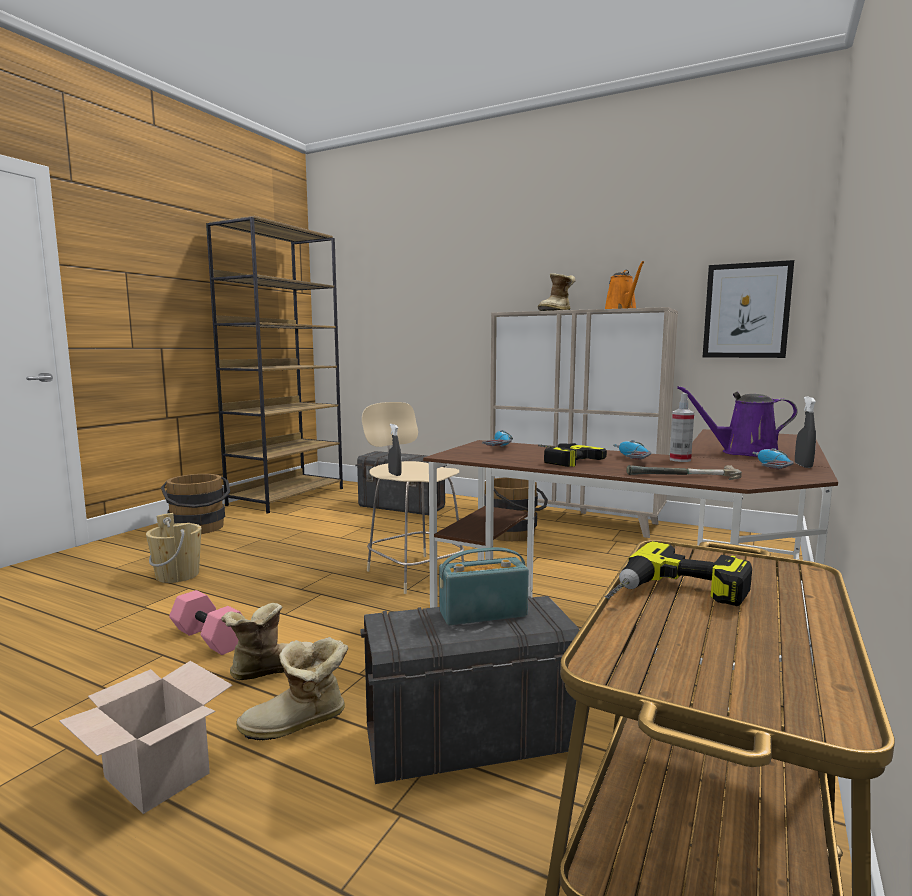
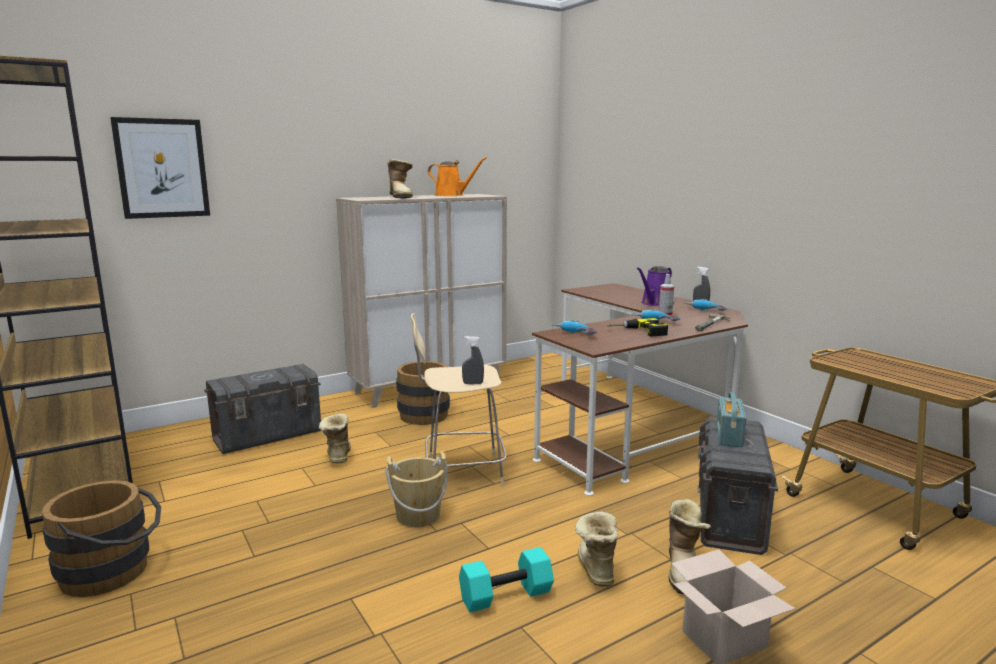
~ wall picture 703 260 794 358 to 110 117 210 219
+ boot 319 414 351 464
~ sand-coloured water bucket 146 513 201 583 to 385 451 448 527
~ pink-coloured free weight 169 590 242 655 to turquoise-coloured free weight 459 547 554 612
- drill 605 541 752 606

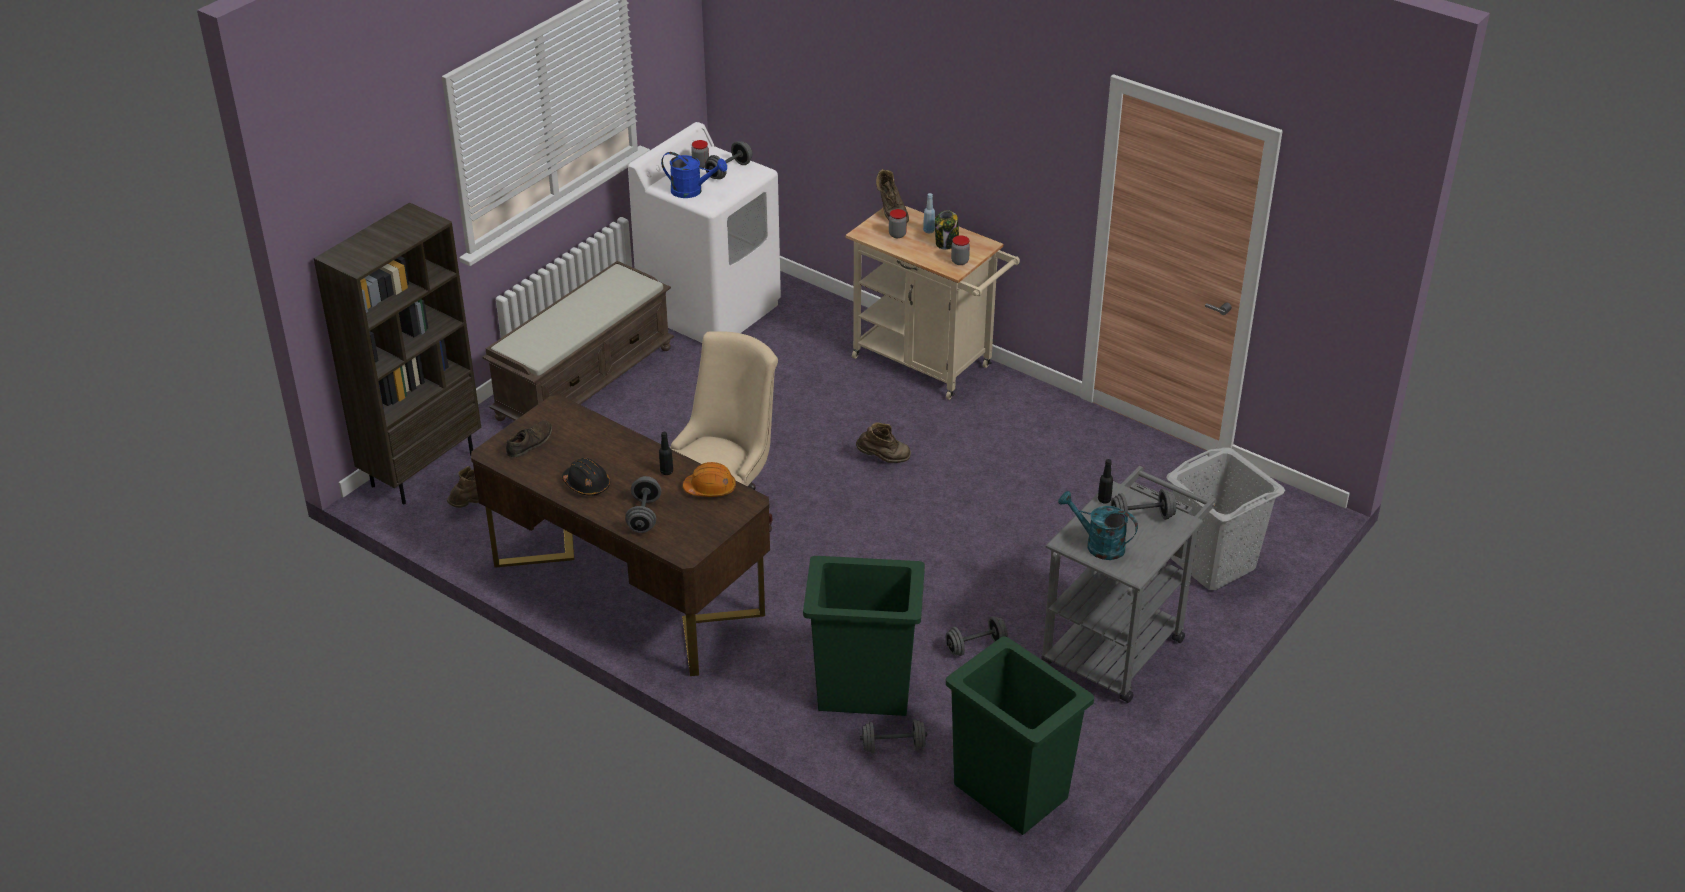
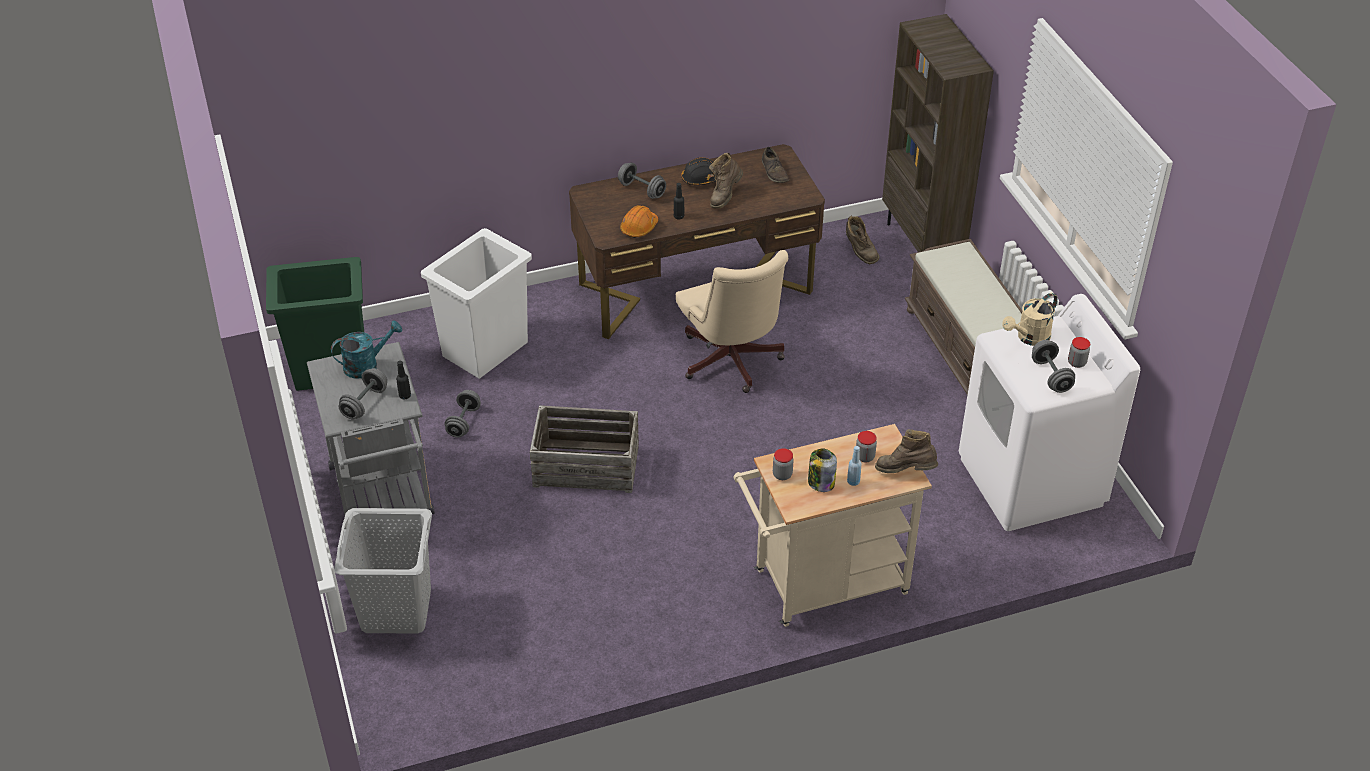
~ green waste bin 803 556 925 716 to whitish waste bin 421 228 532 379
+ crate 530 405 639 493
~ brown-coloured boot 856 422 911 463 to 709 153 743 209
~ blue watering can 661 152 727 198 to sand-coloured watering can 1002 293 1058 346
- gray free weight 860 719 927 753

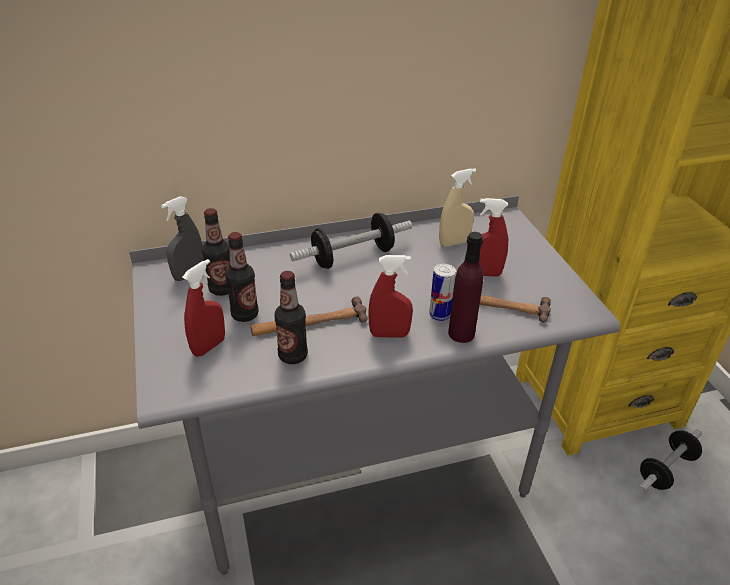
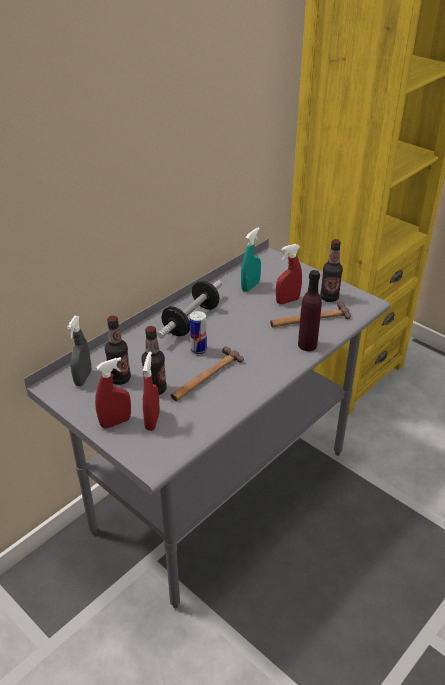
~ red spray bottle 368 255 413 338 to 95 357 131 429
~ can 429 264 456 321 to 190 311 207 354
~ sand-coloured spray bottle 439 168 476 247 to turquoise-coloured spray bottle 241 228 261 292
~ drink bottle 274 271 308 364 to 320 239 343 302
- free weight 638 429 702 492

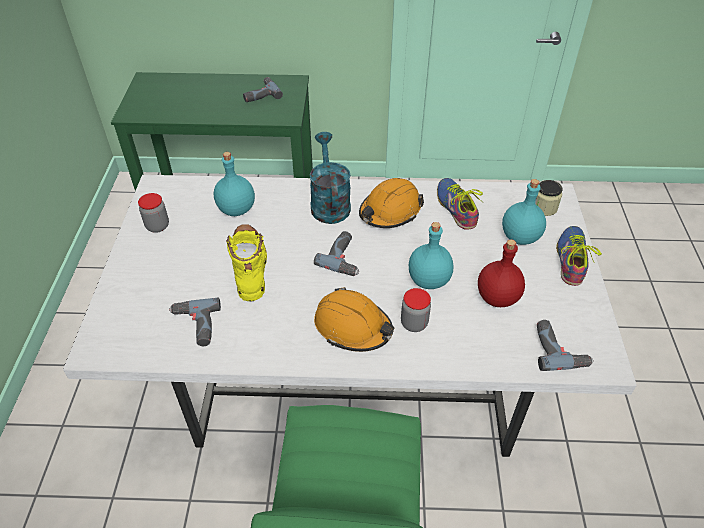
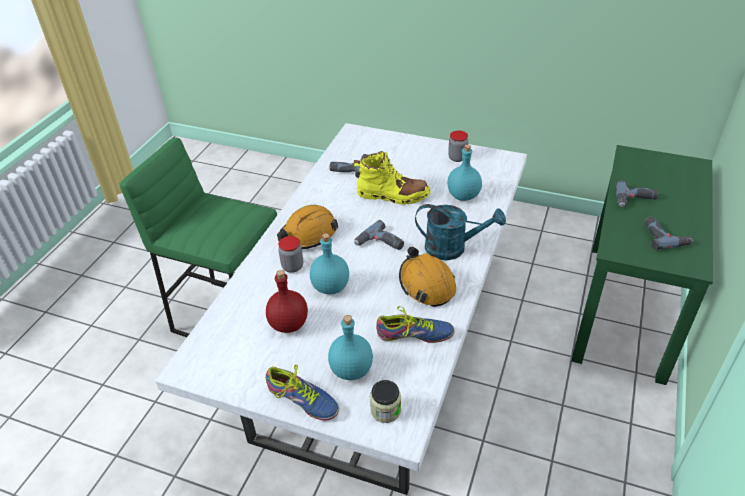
~ drill 537 320 594 371 to 616 180 658 207

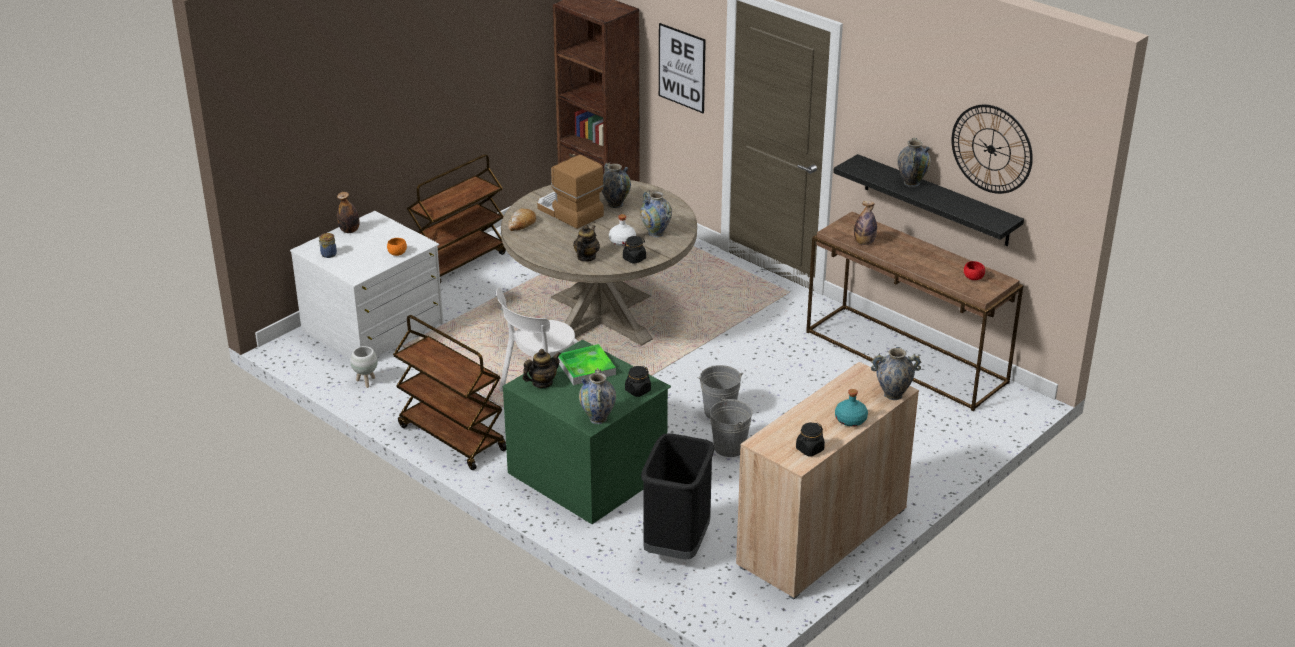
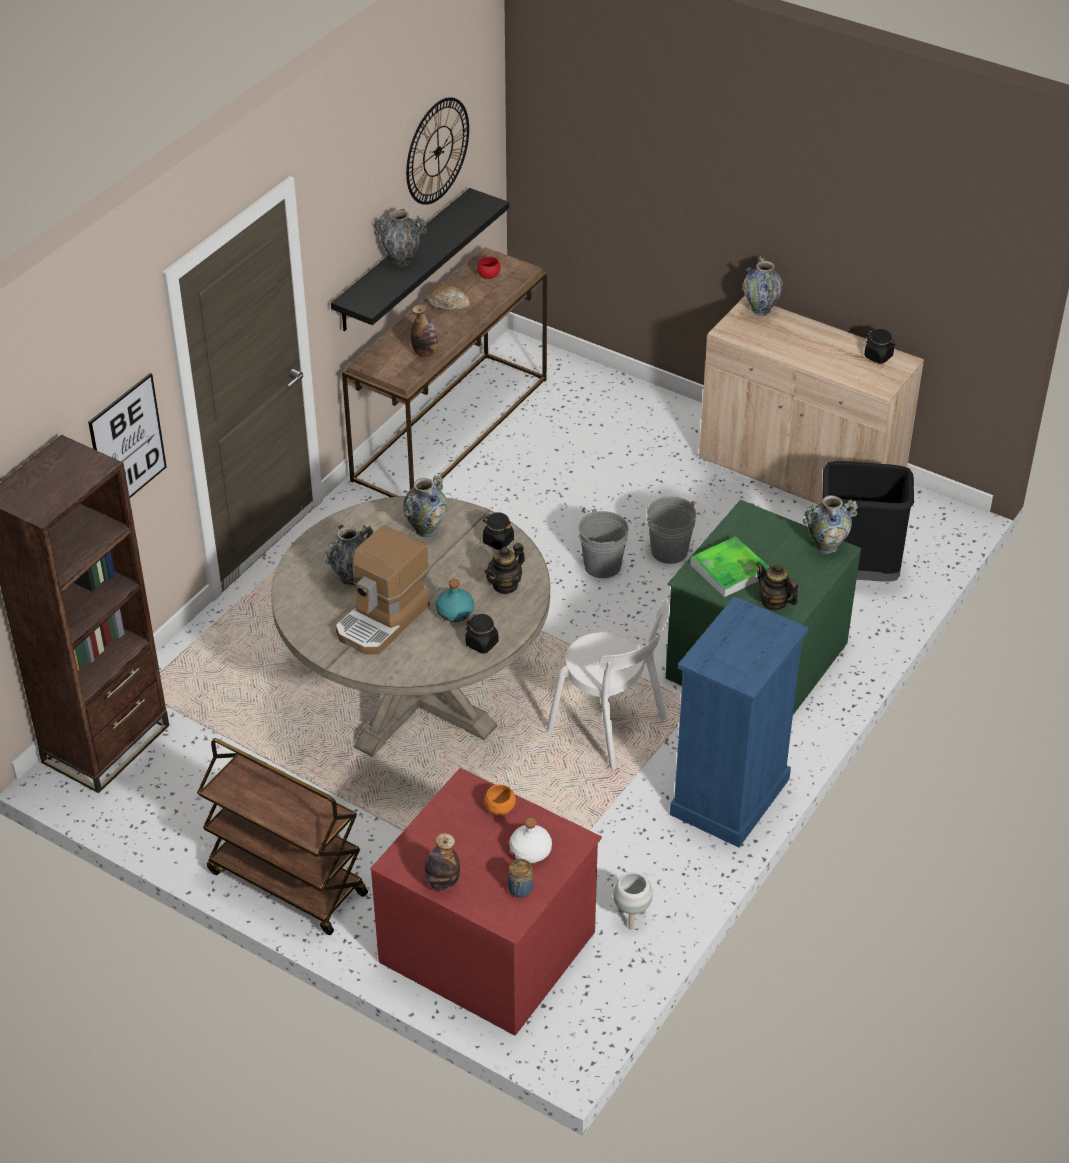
~ whitish chest of drawers 290 211 443 359 to red chest of drawers 370 768 602 1036
~ bread 508 208 536 231 to 427 284 470 310
~ turquoise-coloured drink bottle 835 389 868 426 to 436 579 474 622
~ blackish preserve jar 625 366 651 397 to 465 614 499 654
~ pot for tea 573 225 600 262 = 485 543 525 594 60 degrees counterclockwise
~ whitish drink bottle 609 214 636 246 to 509 817 552 863
~ brown-coloured trolley 393 315 506 470 to blue chest of drawers 670 596 809 848

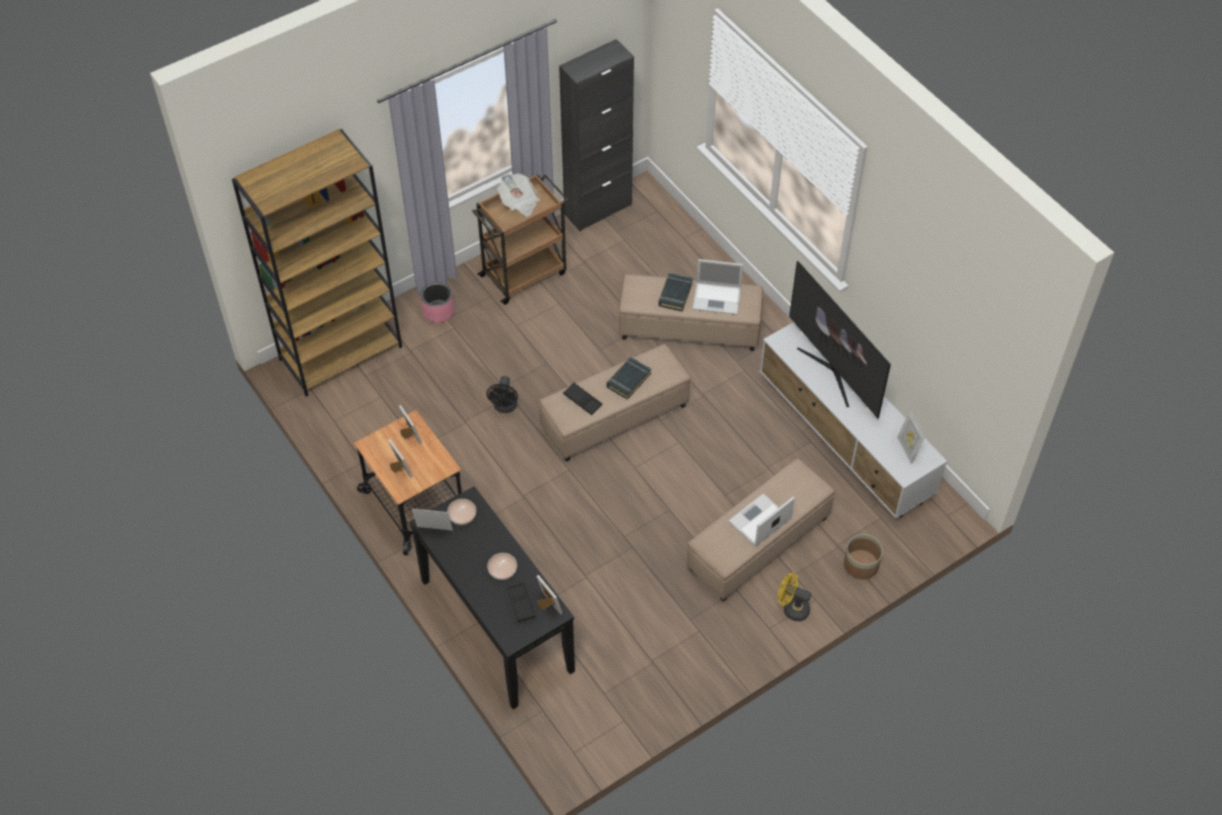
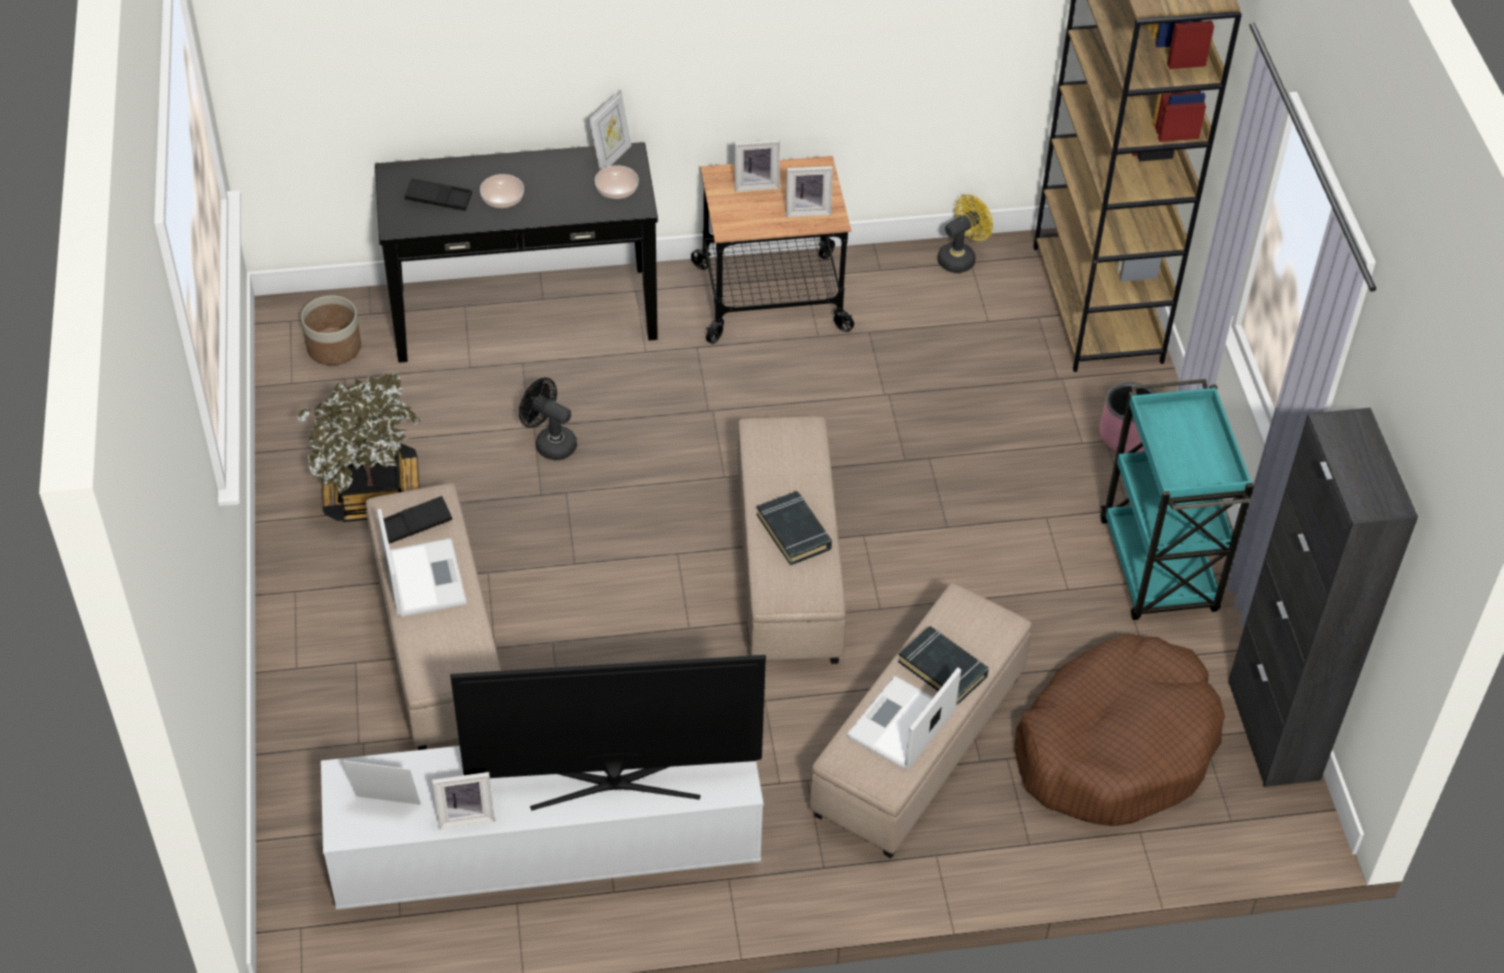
+ potted plant 297 373 420 522
~ planter 844 534 883 580 to 301 296 361 365
~ blackish serving tray 563 383 602 415 to 383 496 452 543
~ picture frame 536 575 562 615 to 432 772 495 829
~ blackish electric fan 487 376 518 413 to 519 378 577 461
~ yellow-coloured electric fan 778 573 811 621 to 937 194 993 273
+ brown-coloured dog cushion 1015 634 1225 826
~ brown-coloured trolley 472 174 568 305 to turquoise-coloured trolley 1100 379 1254 620
- printed paper 497 173 540 217

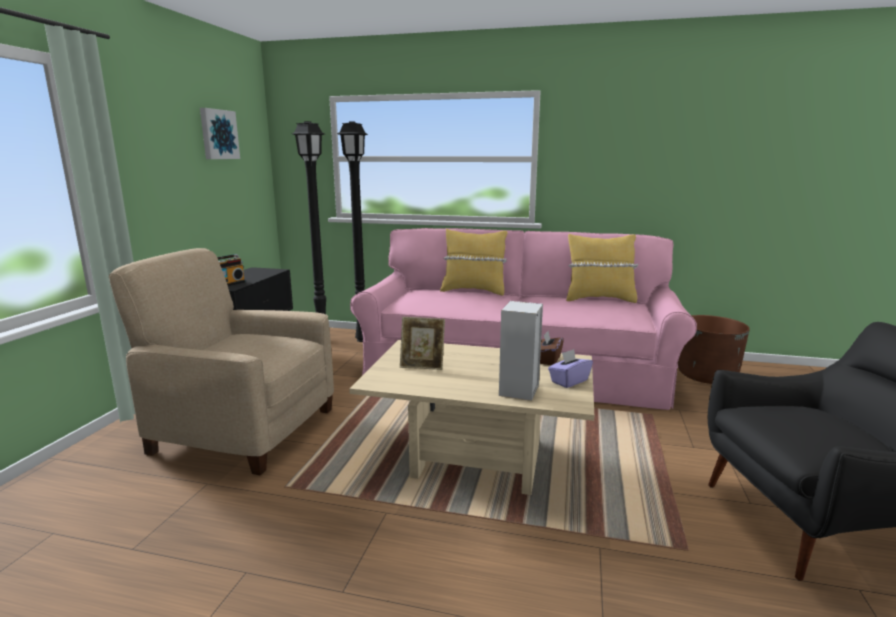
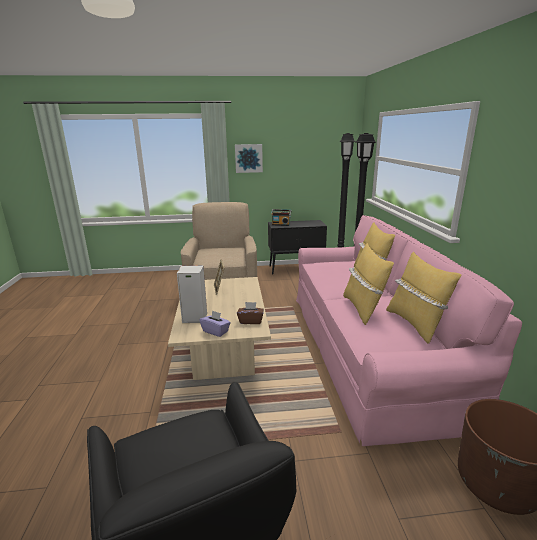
~ wall picture 200 108 240 159 to 235 144 263 173
+ yellow-coloured pillow 343 243 394 325

